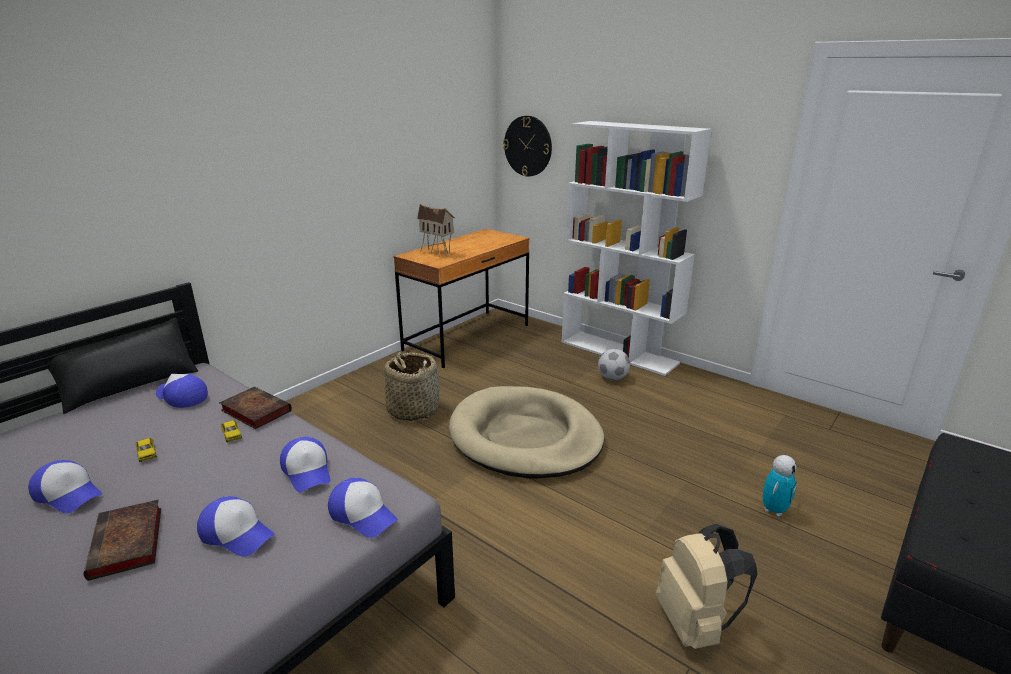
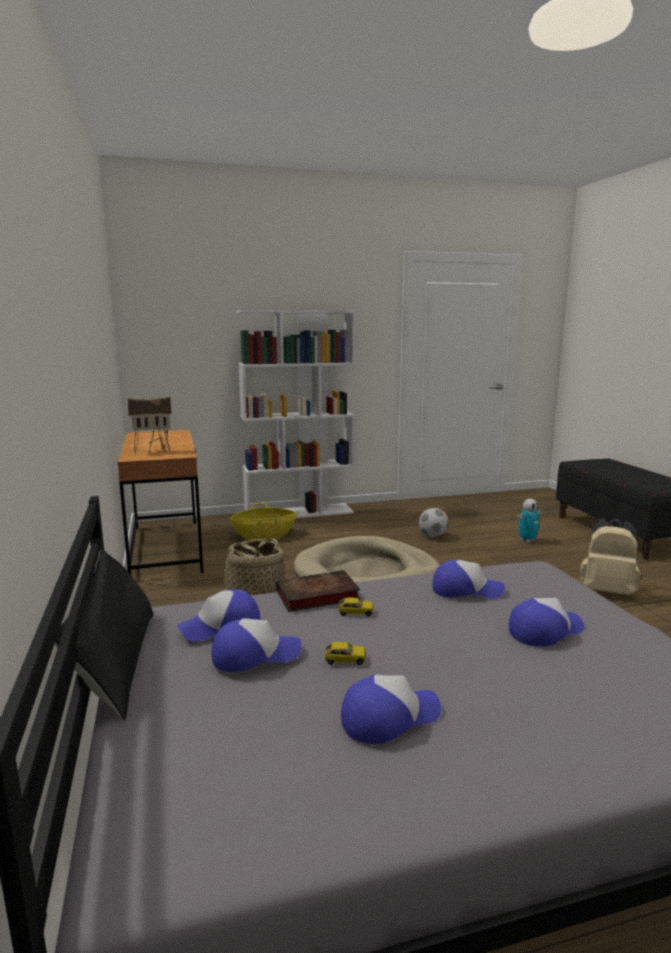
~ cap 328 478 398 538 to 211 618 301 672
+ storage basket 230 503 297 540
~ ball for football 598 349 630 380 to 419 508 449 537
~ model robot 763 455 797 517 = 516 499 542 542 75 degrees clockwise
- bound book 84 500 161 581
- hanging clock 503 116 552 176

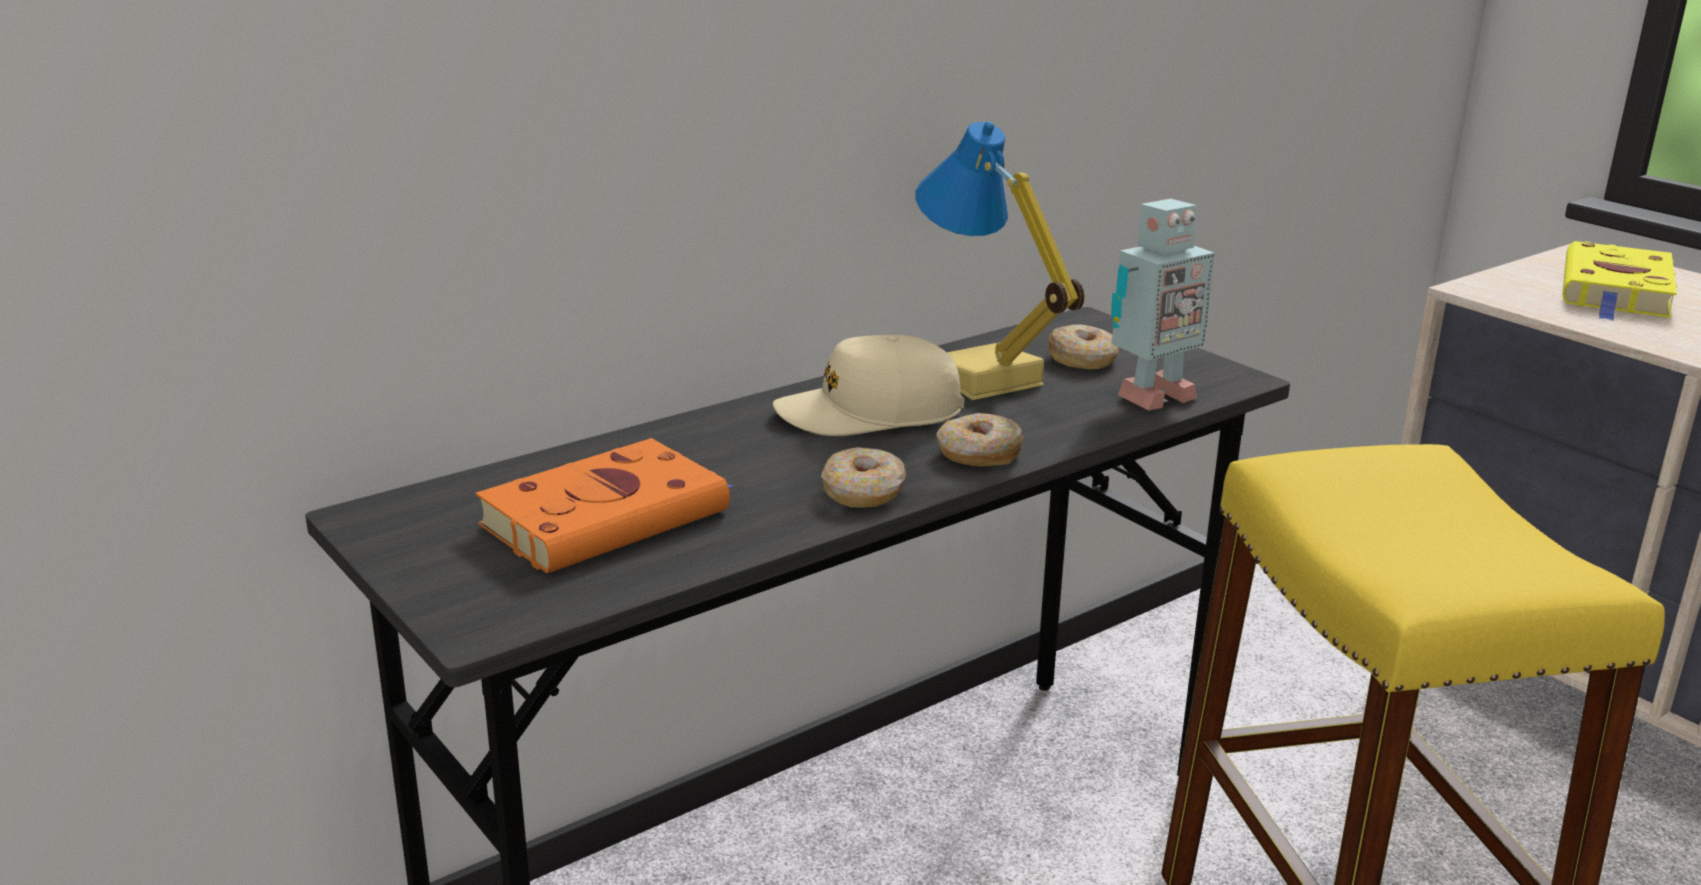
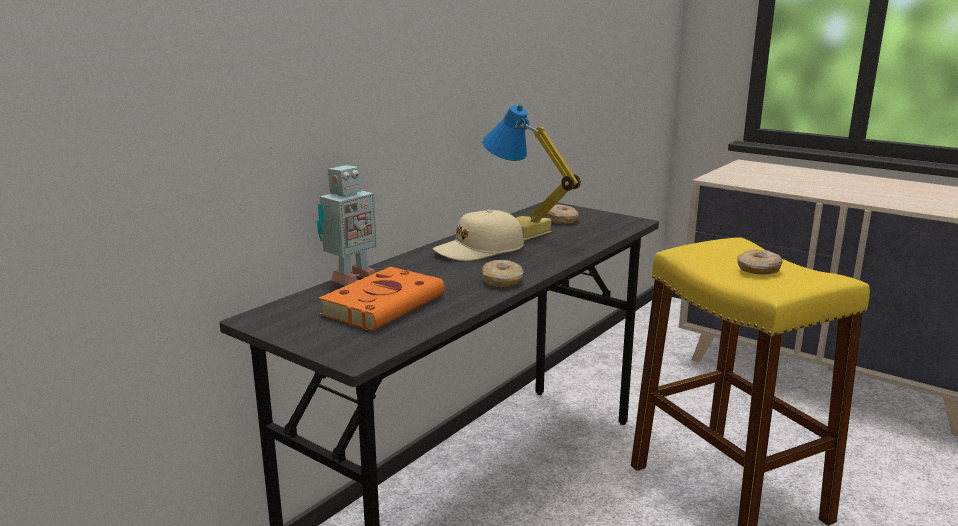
~ model robot 1111 199 1215 411 to 317 165 376 286
~ doughnut 936 413 1023 467 to 737 249 782 275
- yellow-coloured bound book 1562 241 1677 321

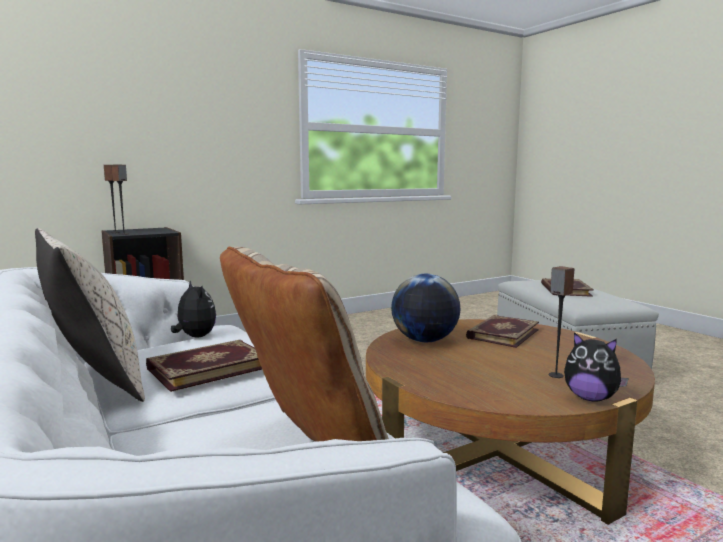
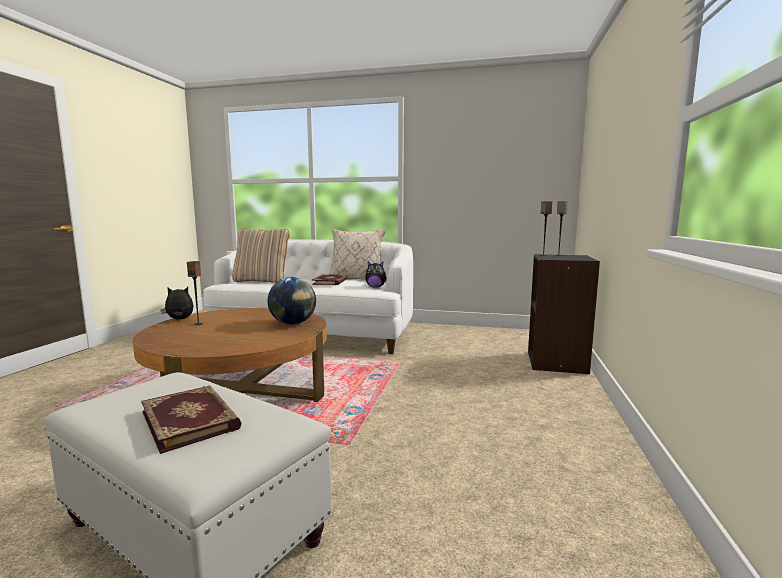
- bound book 466 315 539 348

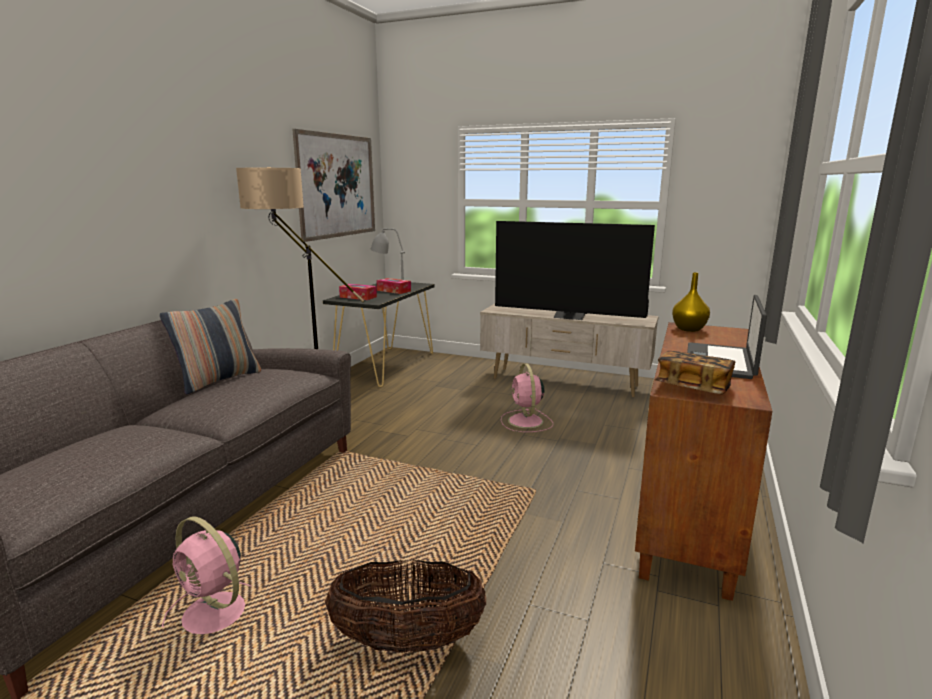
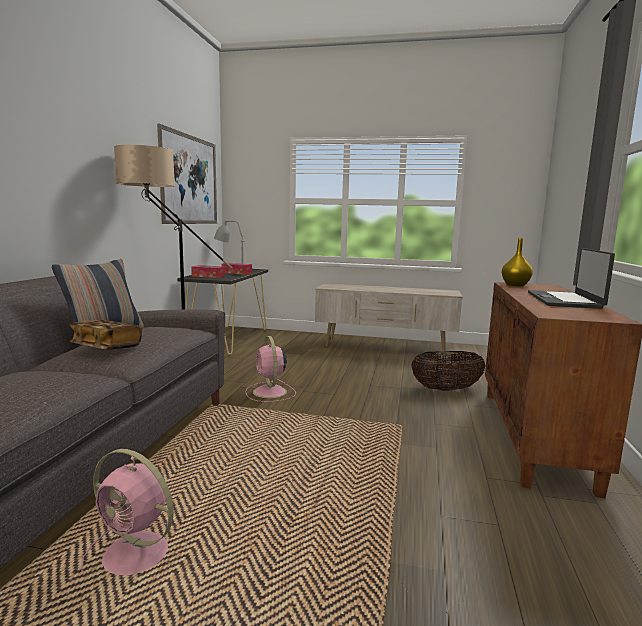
~ bound book 655 351 735 394 to 69 320 142 350
~ pink-coloured electric fan 501 364 553 432 to 245 336 296 402
~ storage basket 325 559 486 653 to 411 351 485 391
- TV 495 221 655 320

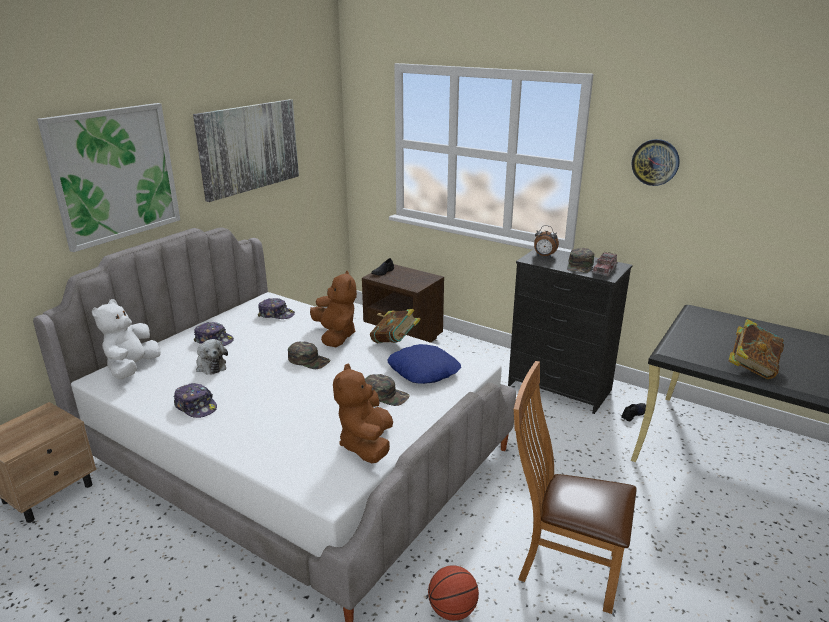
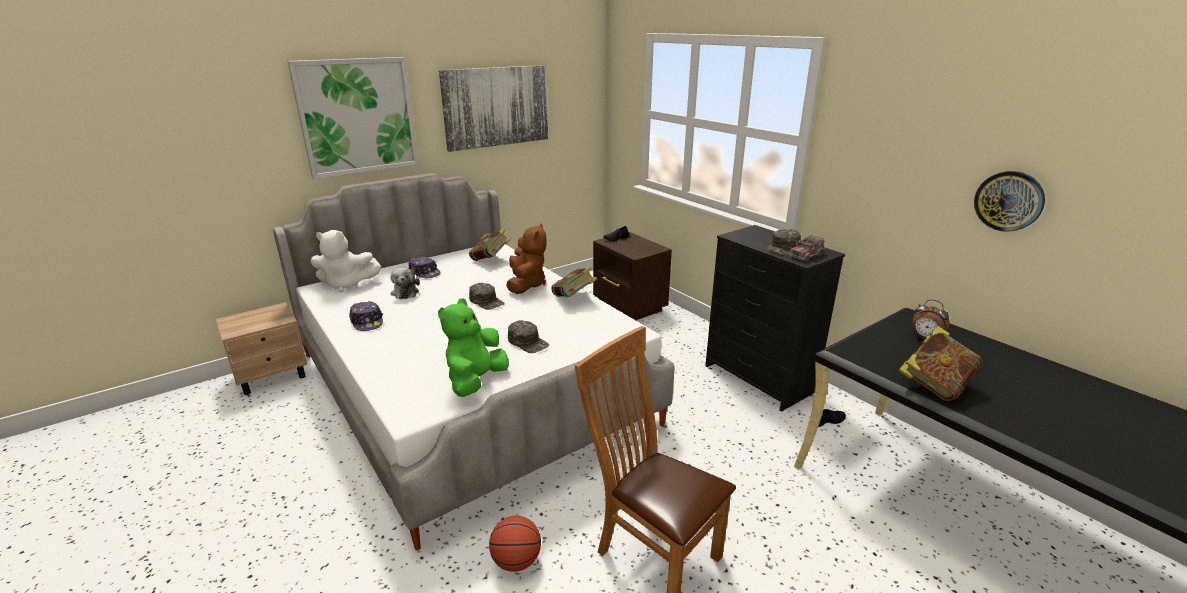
~ whitish plush toy 92 299 161 379 = 310 230 381 292 120 degrees counterclockwise
~ brown-coloured plush toy 333 364 393 463 to green plush toy 438 298 509 397
~ cap 258 298 295 319 to bound book 469 229 511 261
~ alarm clock 534 225 559 257 to 912 299 950 339
~ hanging clock 632 139 680 186 to 974 171 1045 232
- blue pillow 388 344 461 384

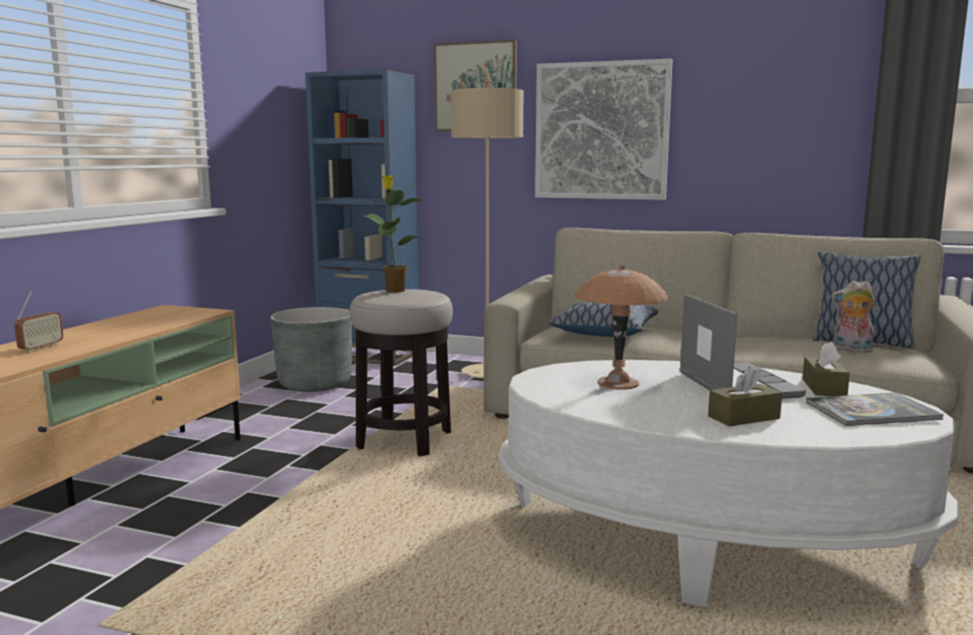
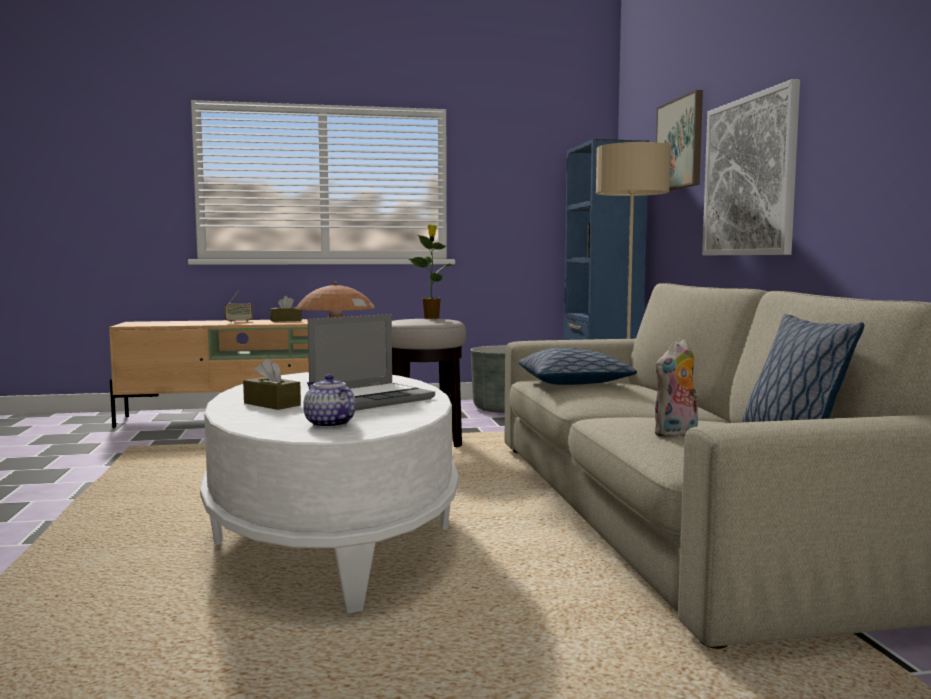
~ brown-coloured tissue holder 802 342 850 396 to 270 296 302 322
~ bound book 806 393 944 426 to pot for tea 303 374 356 428
~ plush toy 831 281 875 353 = 655 339 698 438 120 degrees counterclockwise

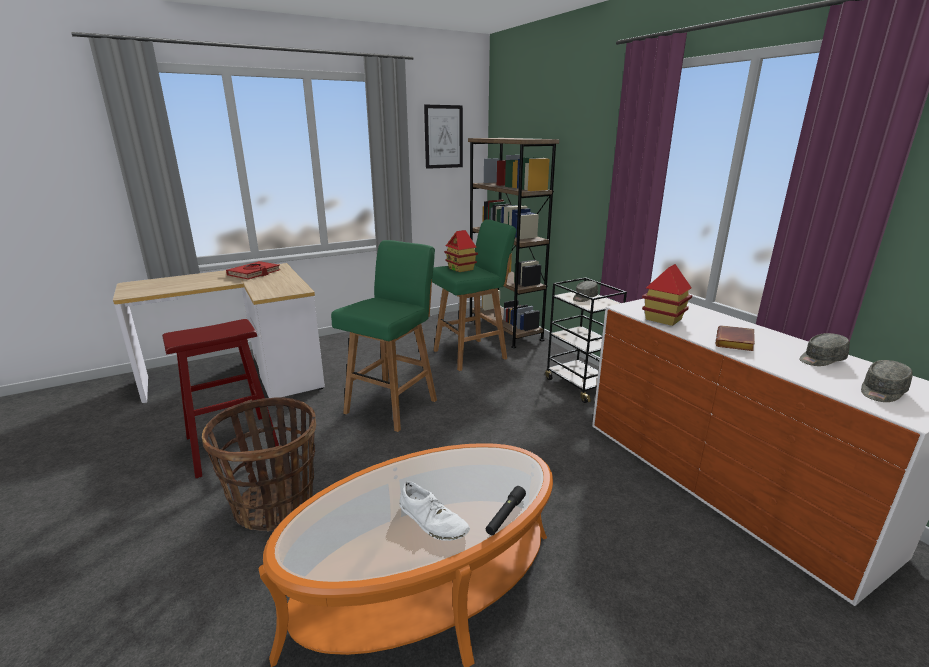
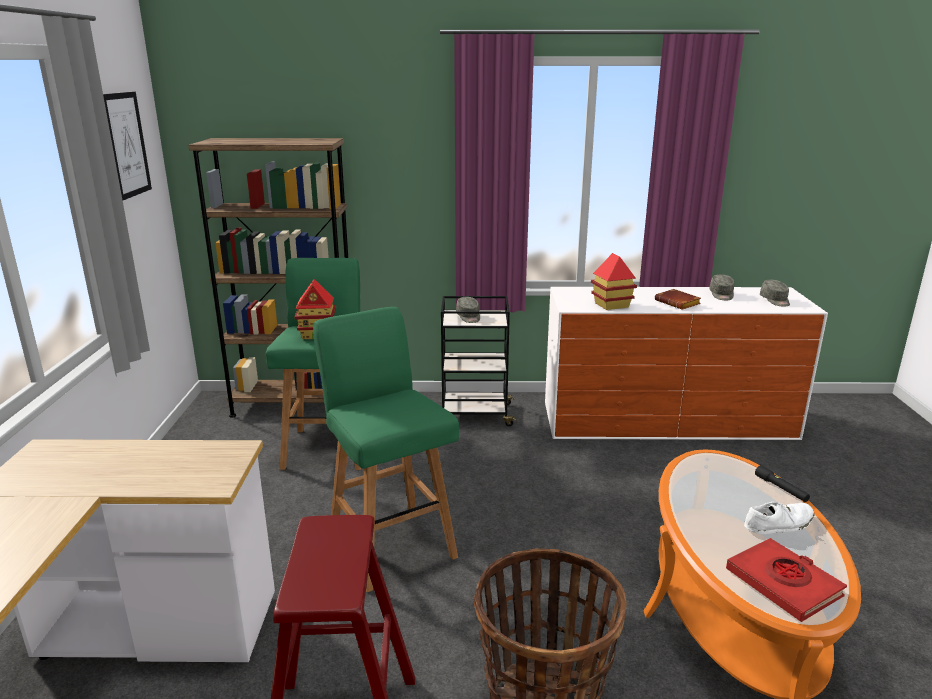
~ red bound book 226 261 280 279 to 726 538 847 622

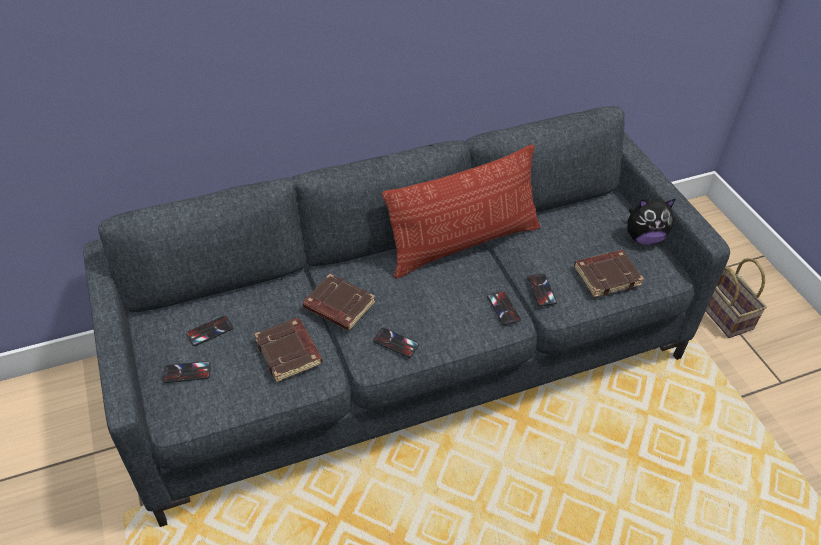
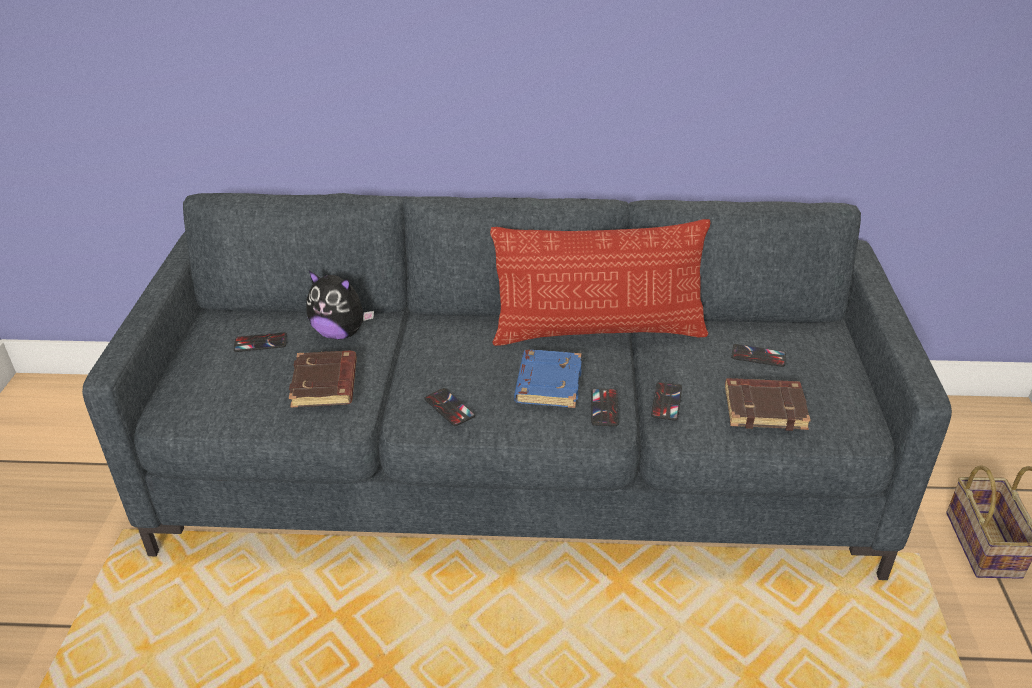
~ plush toy 628 198 675 245 to 306 271 374 339
+ blue bound book 514 350 582 408
~ telephone 163 361 211 383 to 731 344 786 367
- brown-coloured bound book 303 274 375 331

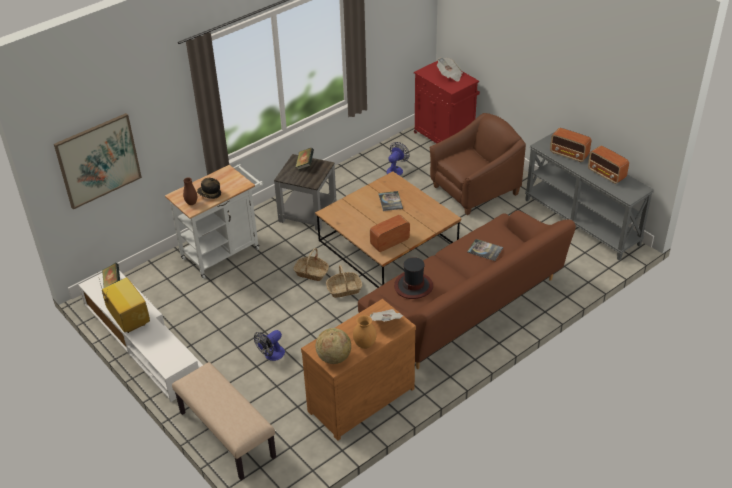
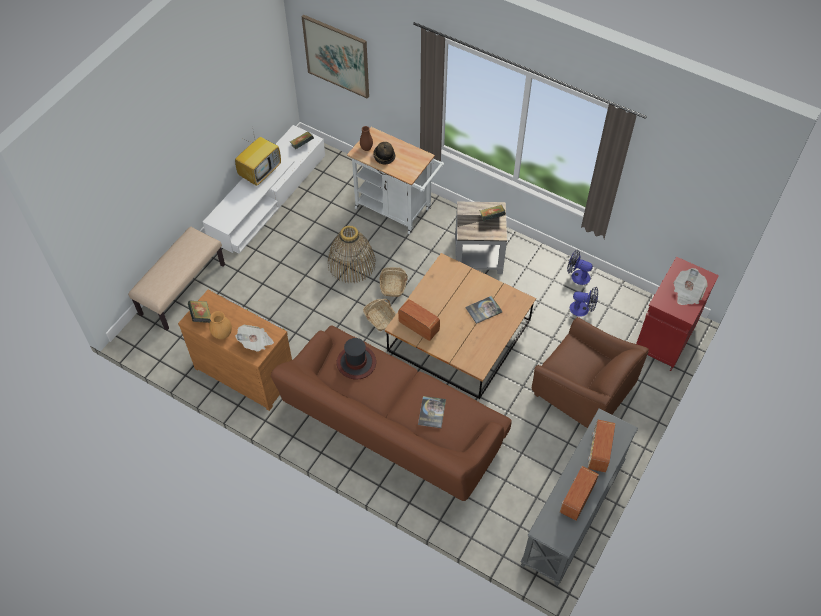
~ globe 316 328 351 364 to bound book 188 301 211 323
+ storage basket 328 225 376 283
~ electric fan 254 330 285 361 to 567 250 593 285

